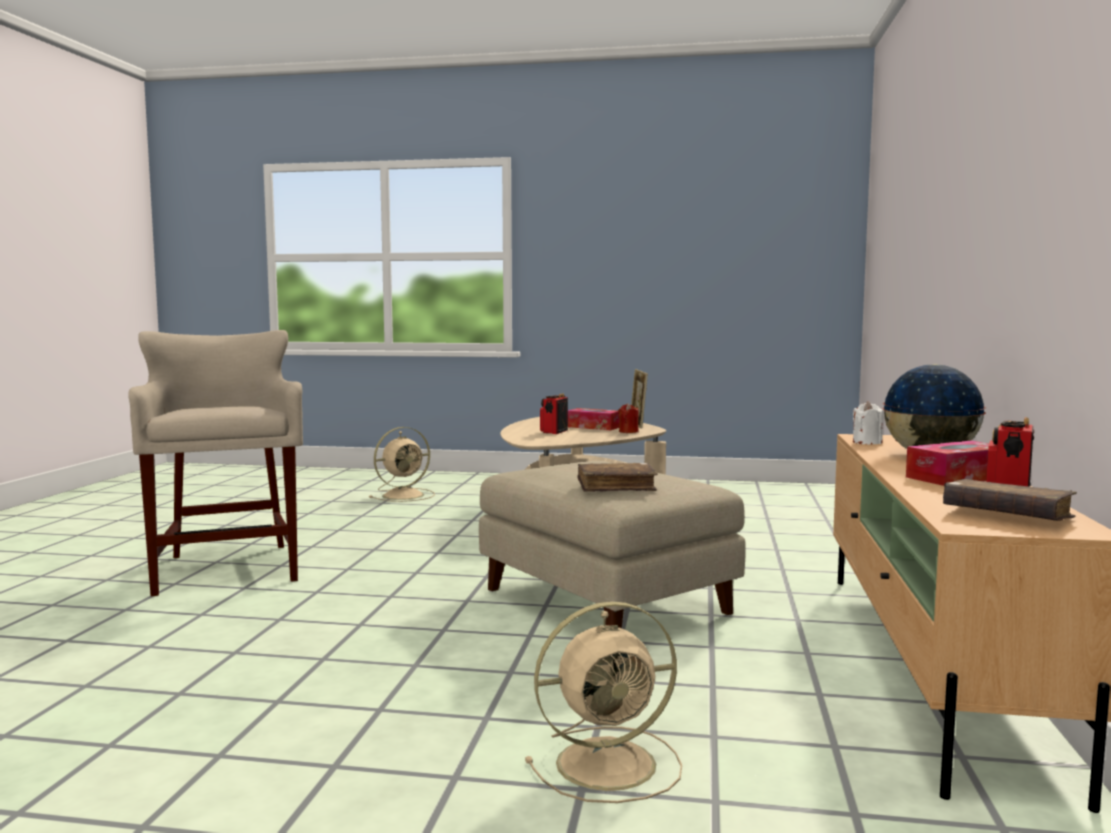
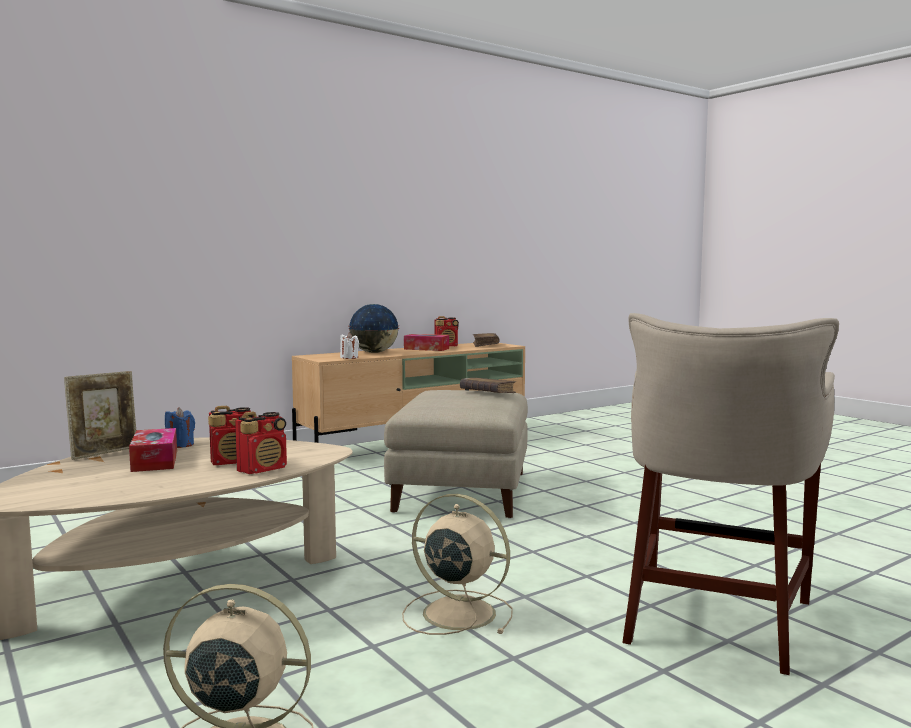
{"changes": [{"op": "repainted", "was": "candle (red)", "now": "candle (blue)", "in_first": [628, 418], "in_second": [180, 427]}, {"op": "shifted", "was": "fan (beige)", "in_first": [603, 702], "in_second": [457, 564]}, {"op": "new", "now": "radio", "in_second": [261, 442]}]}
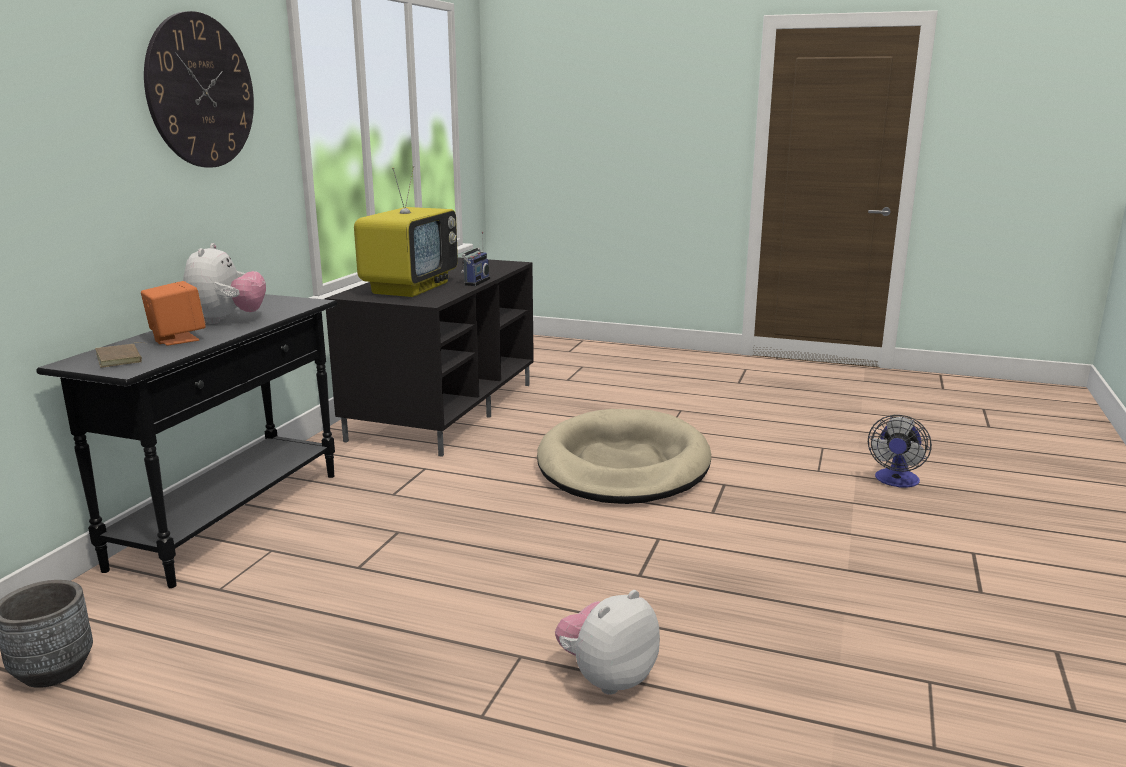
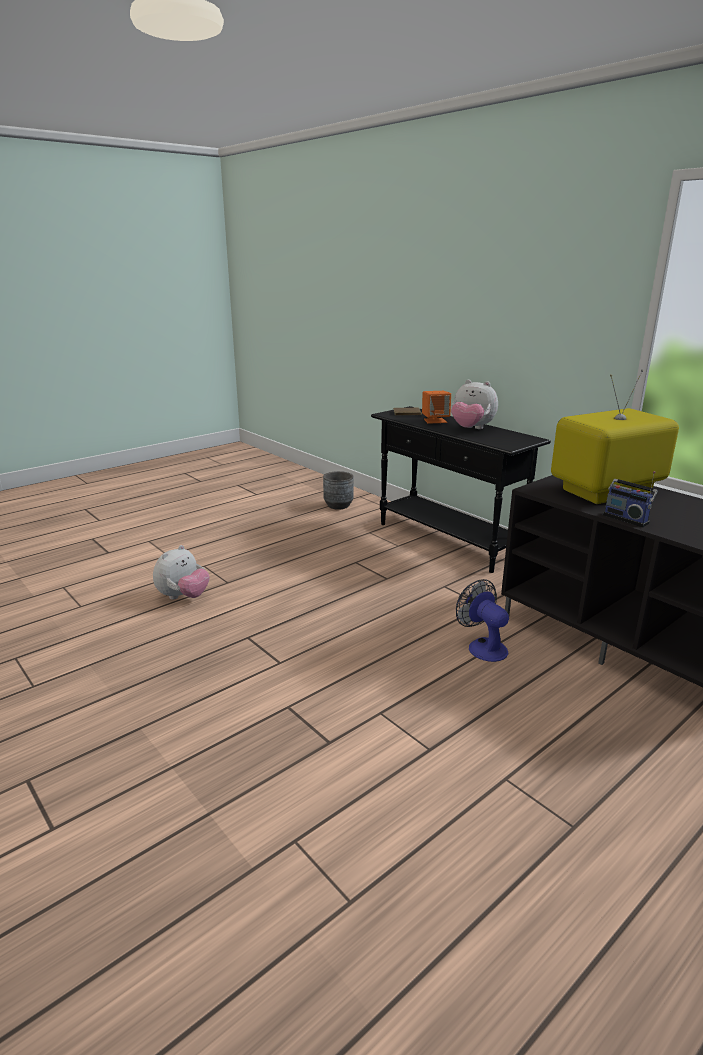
{"changes": [{"op": "gone", "was": "wall clock", "in_first": [199, 89]}, {"op": "rotated", "was": "television", "in_first": [406, 231], "in_second": [615, 437], "clockwise": 105}, {"op": "gone", "was": "dog bed (beige)", "in_first": [624, 456]}, {"op": "shifted", "was": "fan", "in_first": [900, 451], "in_second": [482, 620]}, {"op": "rotated", "was": "plush toy", "in_first": [607, 642], "in_second": [181, 572], "clockwise": 45}]}
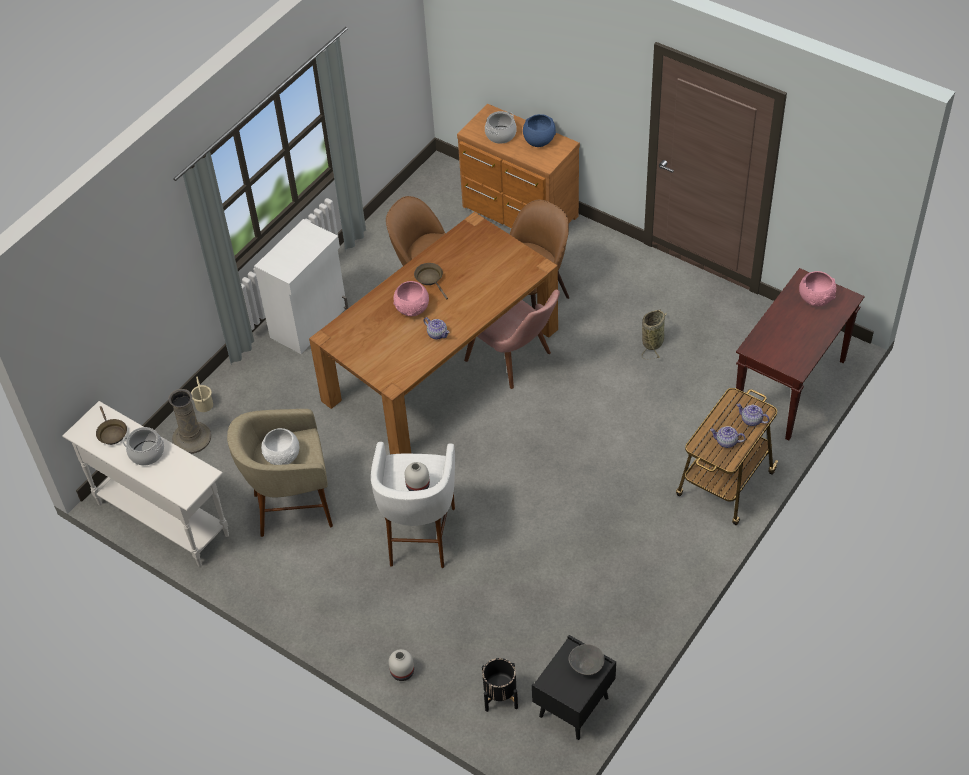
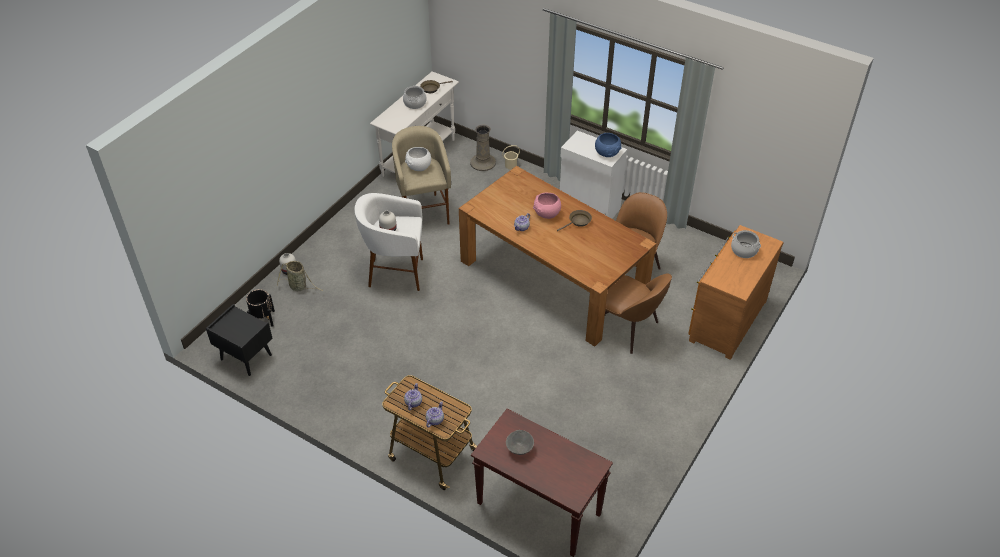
{"changes": [{"op": "shifted", "was": "bowl (blue)", "in_first": [539, 130], "in_second": [608, 145]}, {"op": "gone", "was": "bowl (pink)", "in_first": [817, 288]}, {"op": "gone", "was": "chair (pink)", "in_first": [512, 339]}, {"op": "shifted", "was": "basket", "in_first": [654, 334], "in_second": [300, 276]}, {"op": "shifted", "was": "bowl (grey)", "in_first": [587, 659], "in_second": [520, 442]}]}
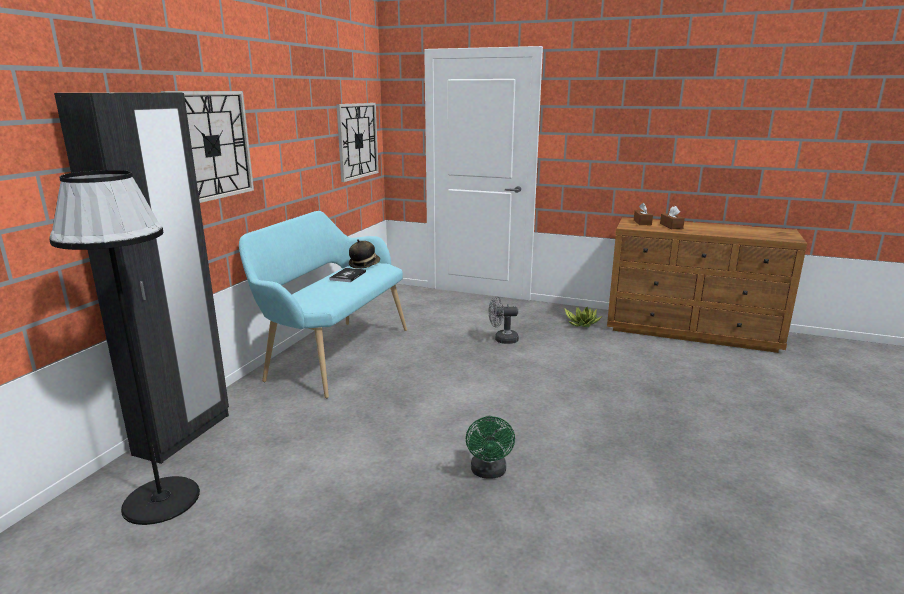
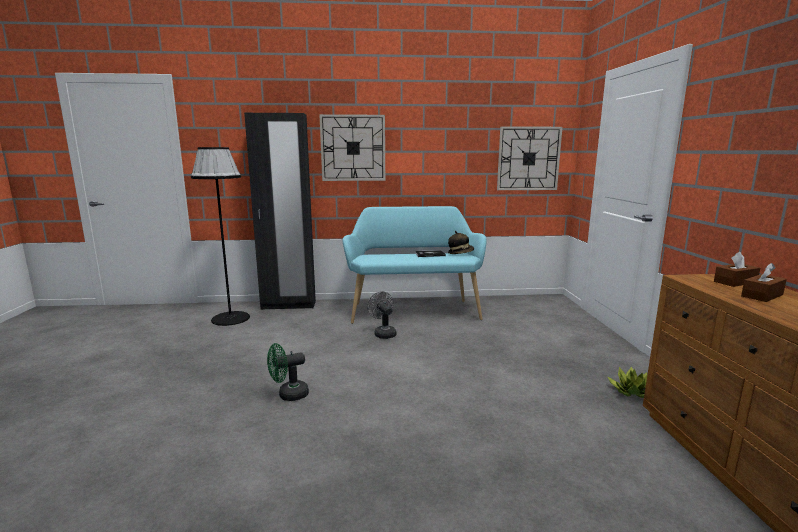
{"changes": [{"op": "shifted", "was": "fan (grey)", "in_first": [503, 320], "in_second": [381, 315]}]}
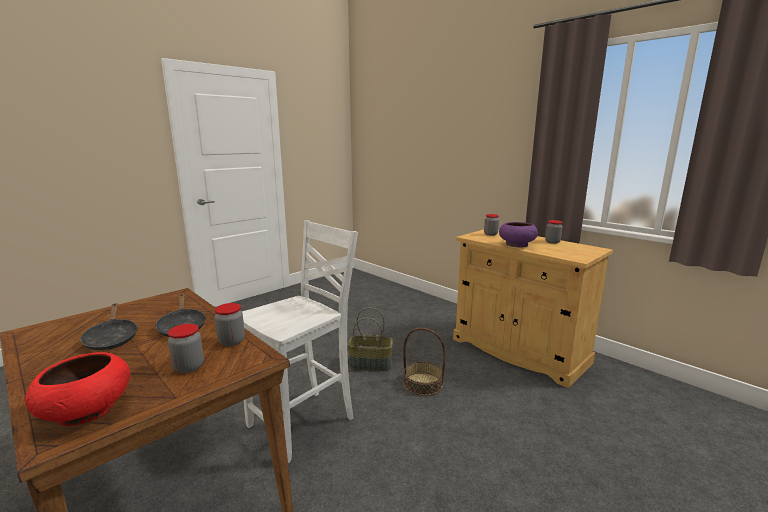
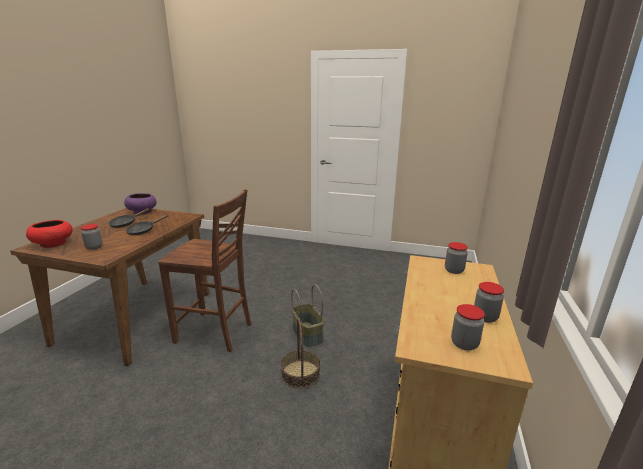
{"changes": [{"op": "repainted", "was": "chair (white)", "now": "chair (brown)", "in_first": [300, 341], "in_second": [204, 270]}, {"op": "shifted", "was": "bowl (purple)", "in_first": [518, 235], "in_second": [140, 203]}, {"op": "shifted", "was": "jar", "in_first": [230, 324], "in_second": [468, 327]}]}
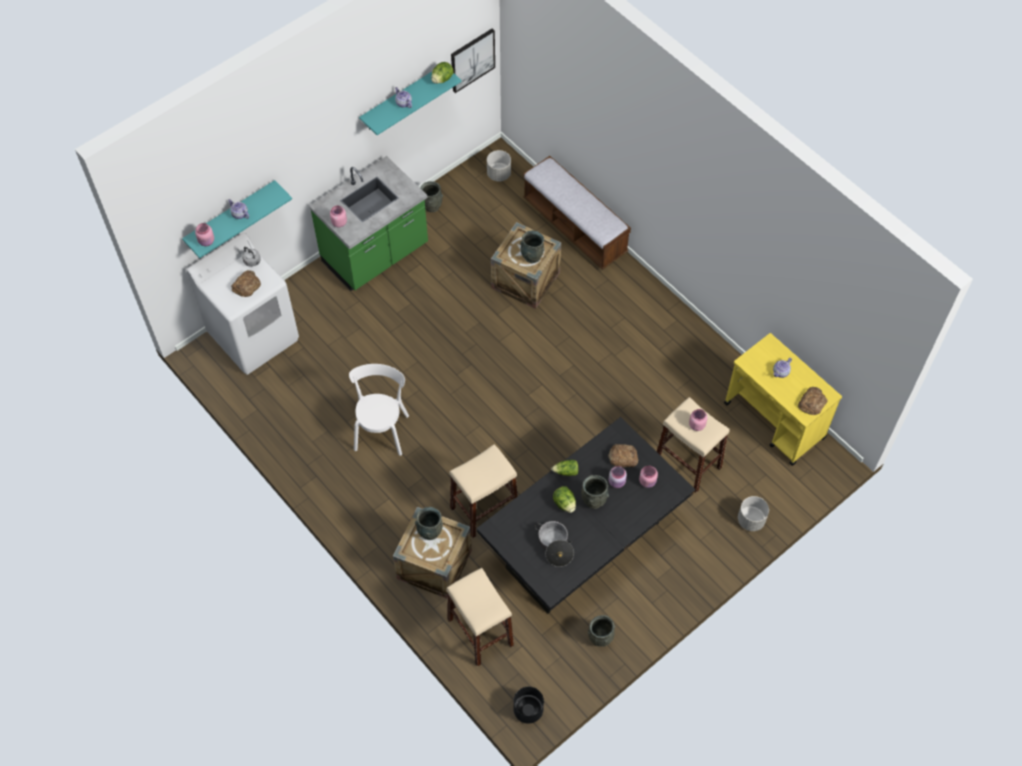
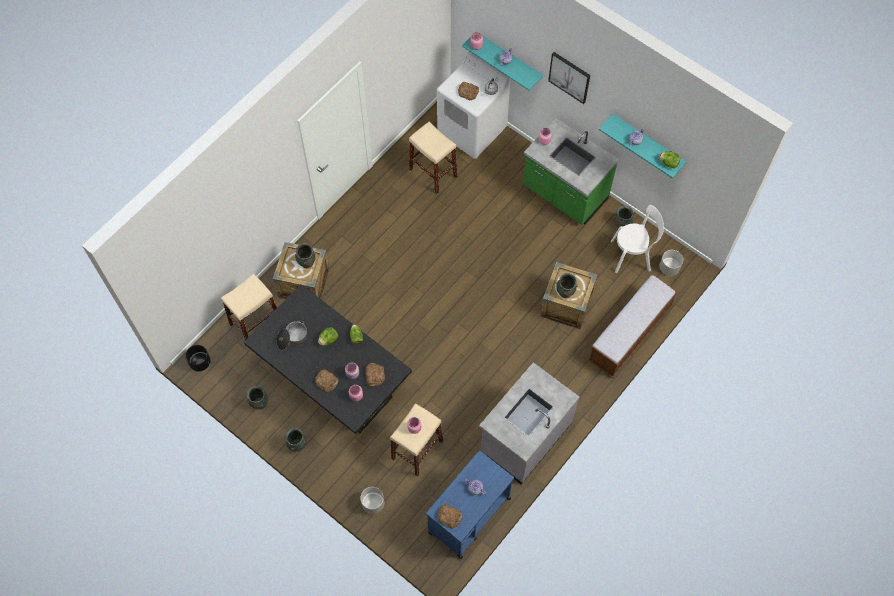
{"changes": [{"op": "shifted", "was": "picture", "in_first": [473, 61], "in_second": [569, 78]}, {"op": "repainted", "was": "cart (yellow)", "now": "cart (blue)", "in_first": [783, 399], "in_second": [470, 504]}, {"op": "shifted", "was": "chair (white)", "in_first": [379, 410], "in_second": [637, 239]}, {"op": "shifted", "was": "stool (beige)", "in_first": [483, 491], "in_second": [433, 158]}, {"op": "shifted", "was": "vase (grey)", "in_first": [595, 492], "in_second": [295, 440]}, {"op": "new", "now": "counter (grey)", "in_second": [529, 423]}, {"op": "new", "now": "bread", "in_second": [327, 381]}]}
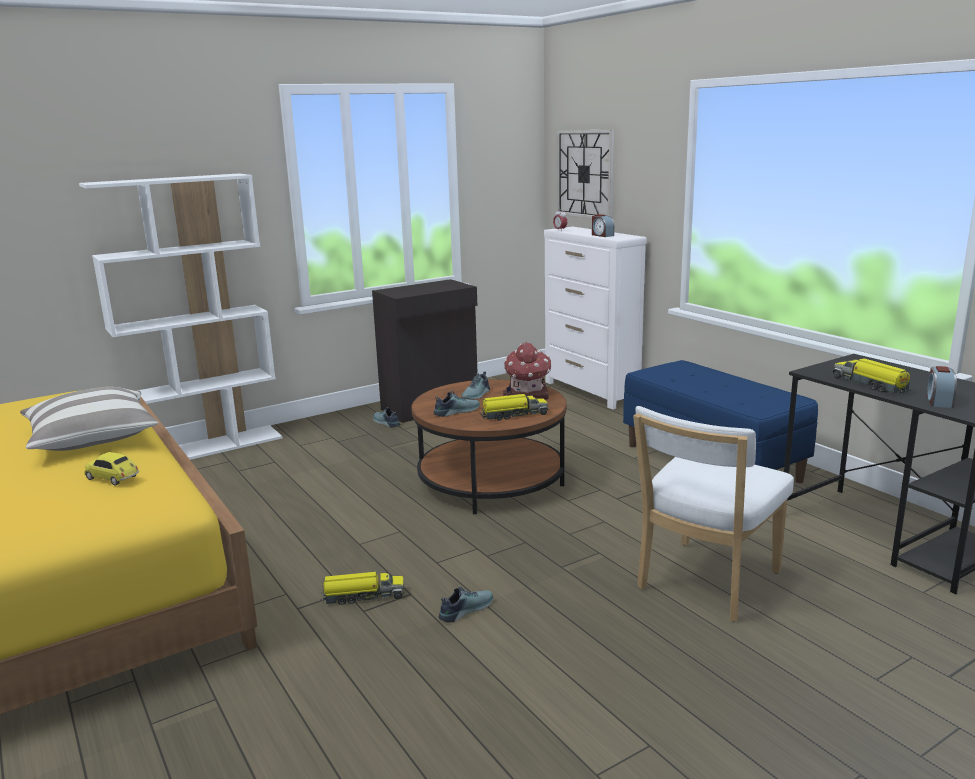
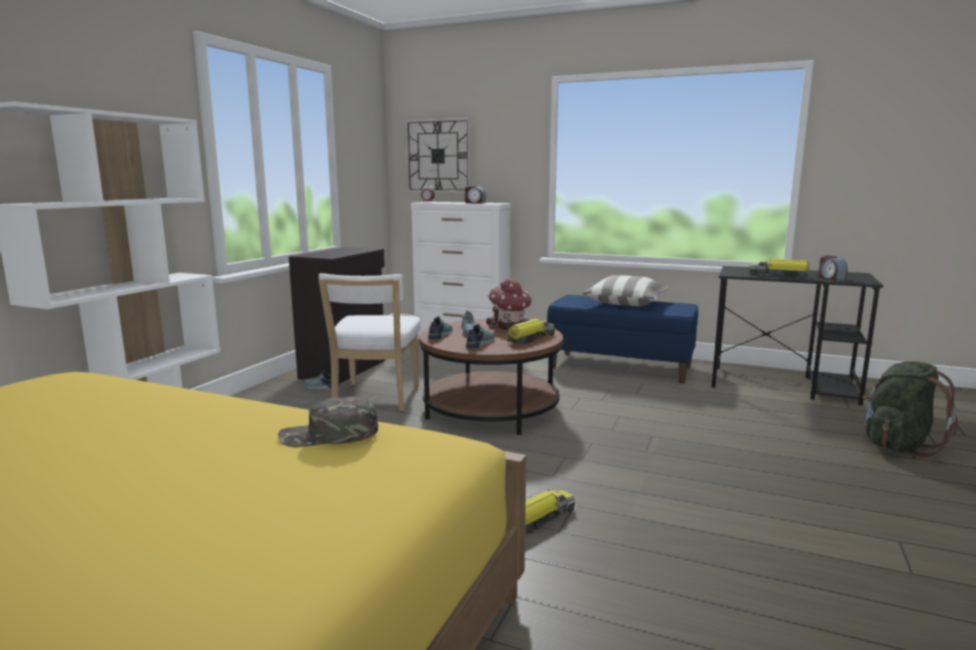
{"changes": [{"op": "shifted", "was": "pillow", "in_first": [89, 419], "in_second": [625, 290]}, {"op": "shifted", "was": "chair (white)", "in_first": [713, 514], "in_second": [369, 342]}, {"op": "swapped", "was": "toy car", "now": "cap (green)", "in_first": [111, 469], "in_second": [328, 421]}, {"op": "shifted", "was": "shoe", "in_first": [466, 604], "in_second": [440, 327]}, {"op": "new", "now": "backpack (green)", "in_second": [910, 409]}]}
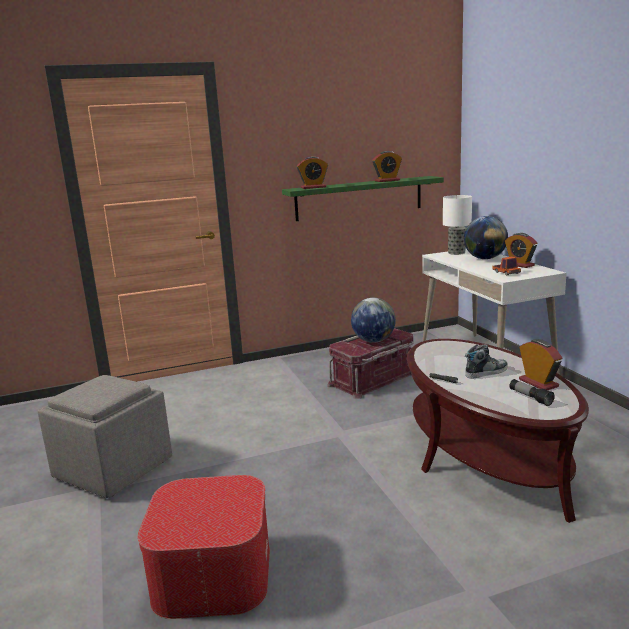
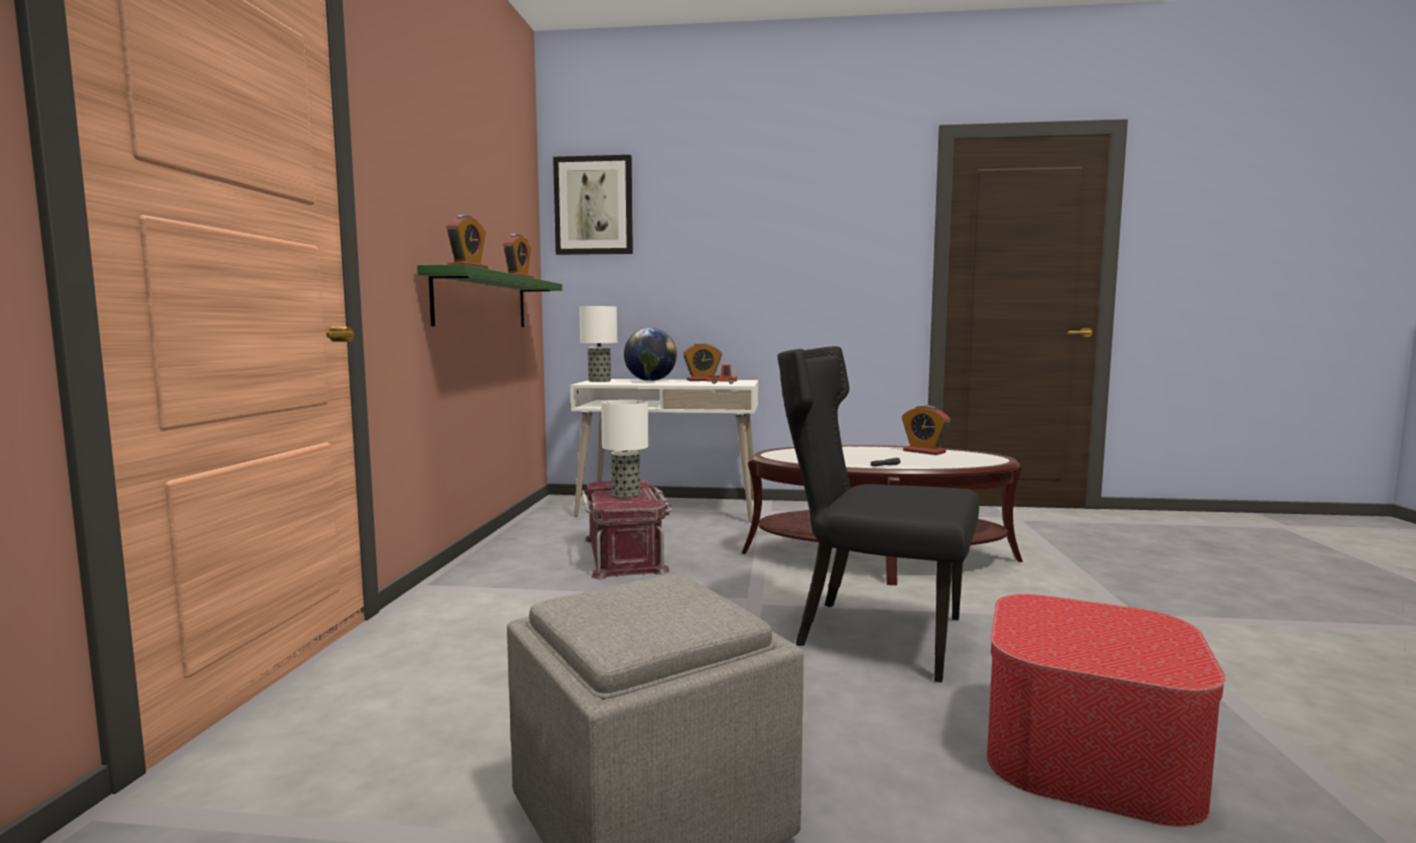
{"changes": [{"op": "swapped", "was": "globe", "now": "table lamp", "in_first": [373, 320], "in_second": [624, 448]}, {"op": "rotated", "was": "alarm clock", "in_first": [540, 364], "in_second": [926, 430], "clockwise": -135}, {"op": "gone", "was": "shoe", "in_first": [486, 361]}, {"op": "gone", "was": "flashlight", "in_first": [532, 392]}, {"op": "new", "now": "picture", "in_second": [593, 205]}, {"op": "new", "now": "chair (black)", "in_second": [878, 514]}]}
